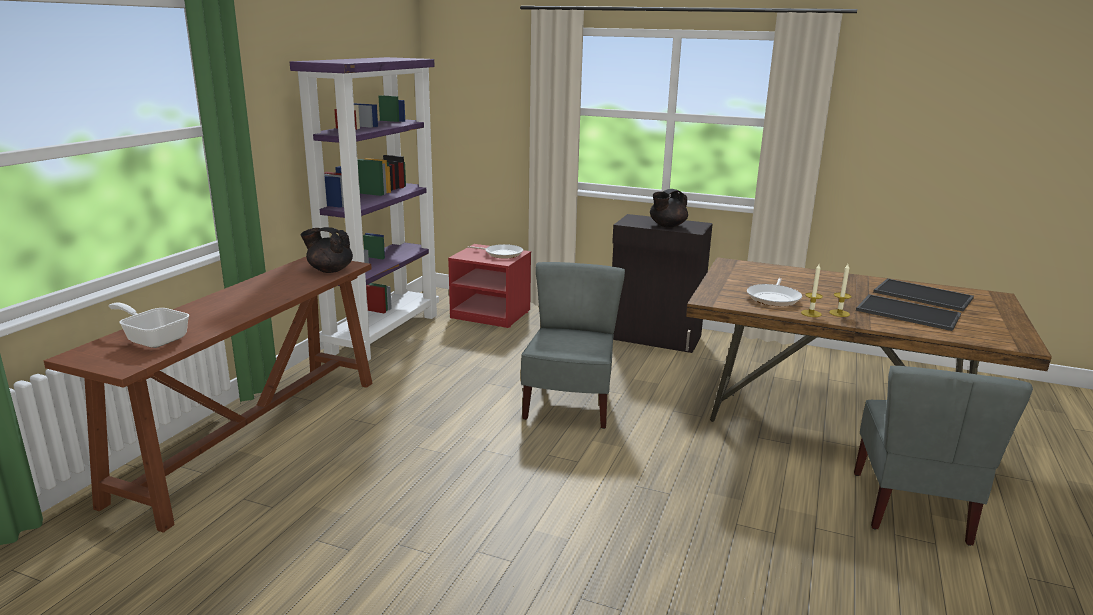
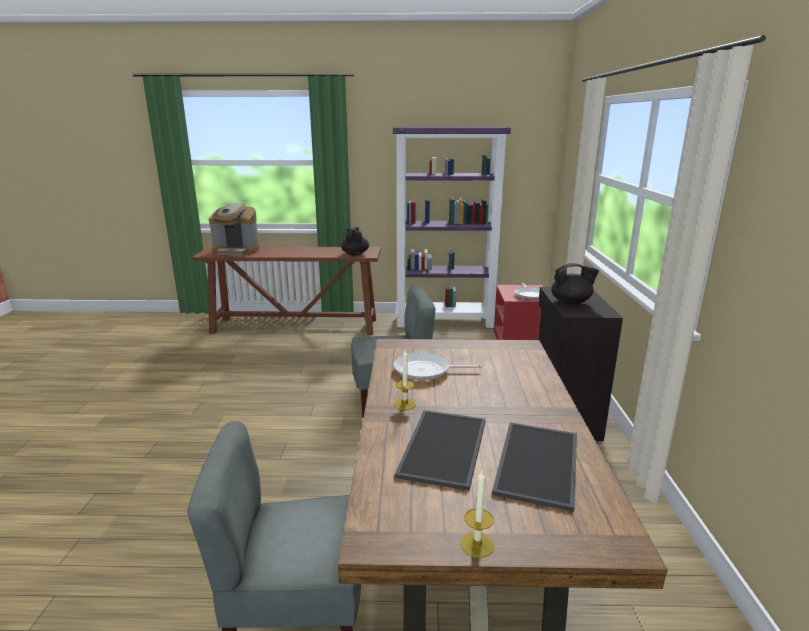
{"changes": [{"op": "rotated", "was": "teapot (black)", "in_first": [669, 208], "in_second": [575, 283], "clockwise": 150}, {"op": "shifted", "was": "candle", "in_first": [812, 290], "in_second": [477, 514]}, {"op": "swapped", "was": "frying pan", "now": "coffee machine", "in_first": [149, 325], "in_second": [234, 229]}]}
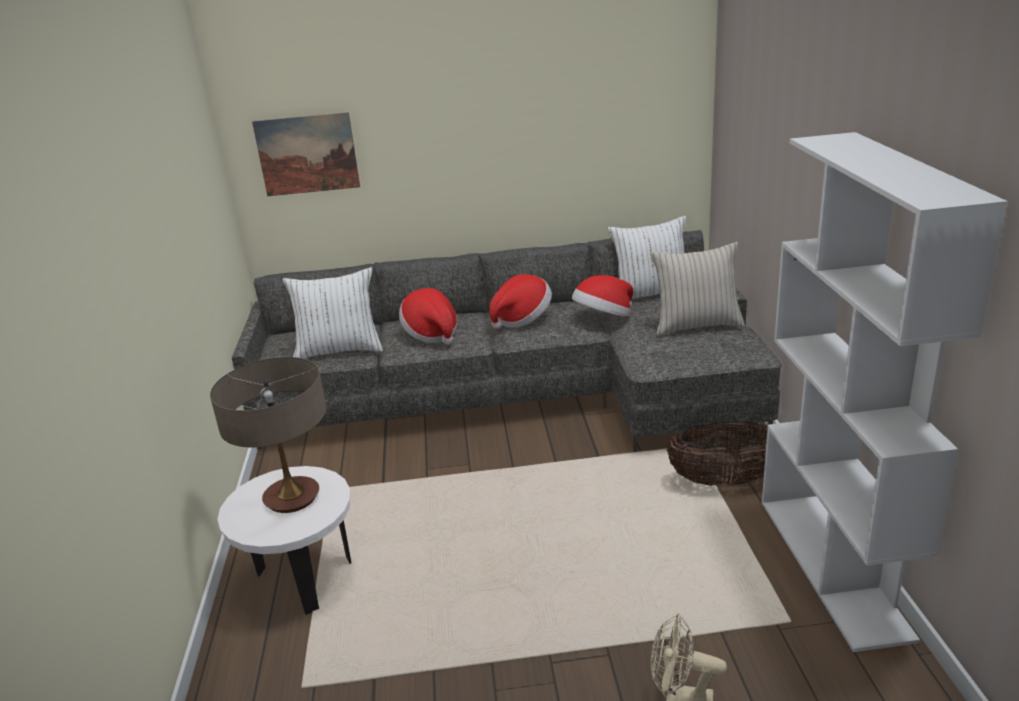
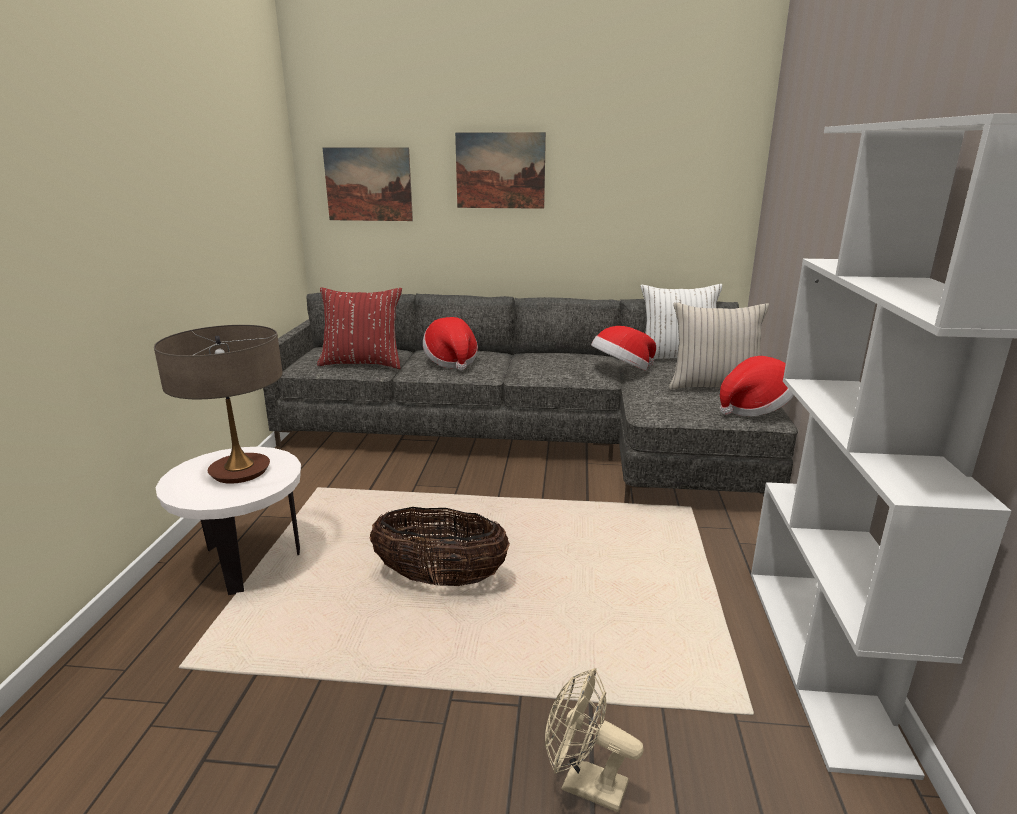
{"changes": [{"op": "repainted", "was": "pillow (white)", "now": "pillow (red)", "in_first": [333, 313], "in_second": [359, 328]}, {"op": "shifted", "was": "hat", "in_first": [520, 301], "in_second": [757, 386]}, {"op": "shifted", "was": "basket", "in_first": [717, 454], "in_second": [439, 546]}, {"op": "new", "now": "picture", "in_second": [500, 170]}]}
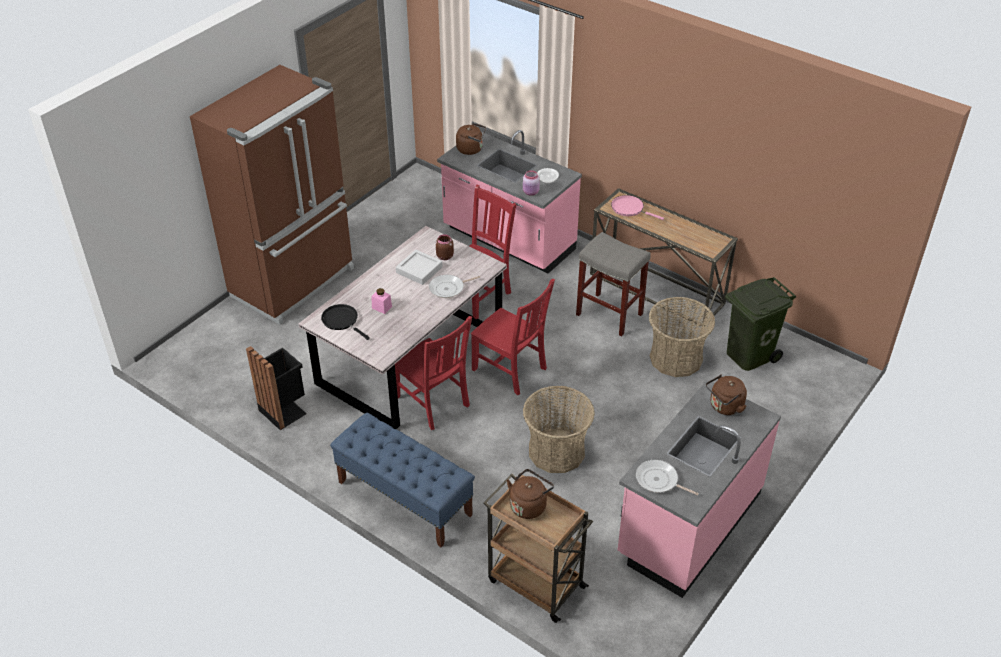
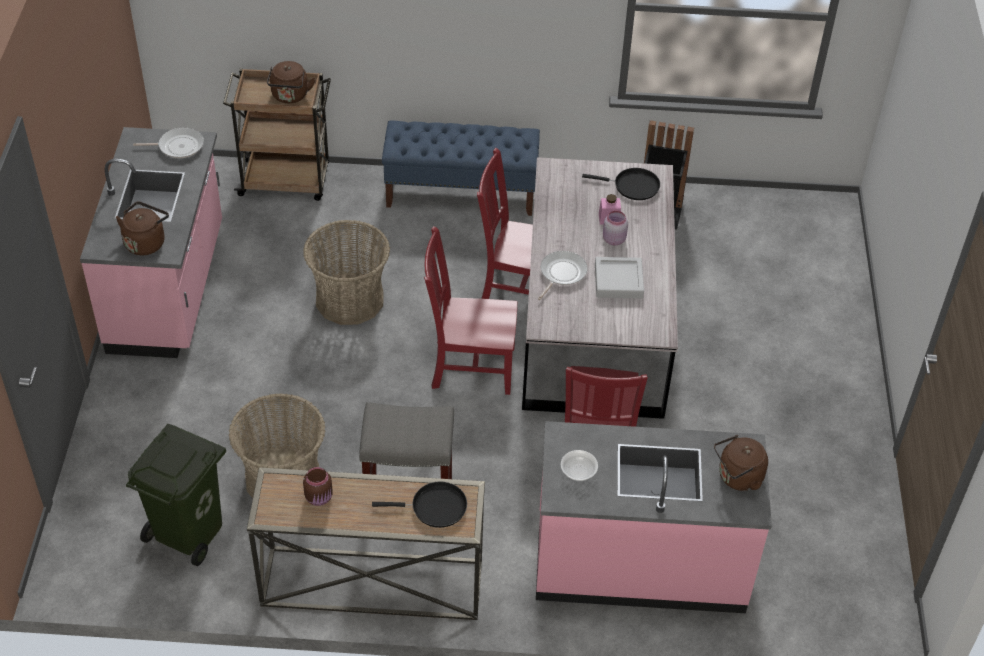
{"changes": [{"op": "gone", "was": "fridge (brown)", "in_first": [272, 195]}, {"op": "shifted", "was": "jar (pink)", "in_first": [531, 183], "in_second": [615, 228]}, {"op": "repainted", "was": "frying pan (pink)", "now": "frying pan (black)", "in_first": [637, 207], "in_second": [419, 504]}, {"op": "shifted", "was": "jar (brown)", "in_first": [445, 247], "in_second": [318, 486]}]}
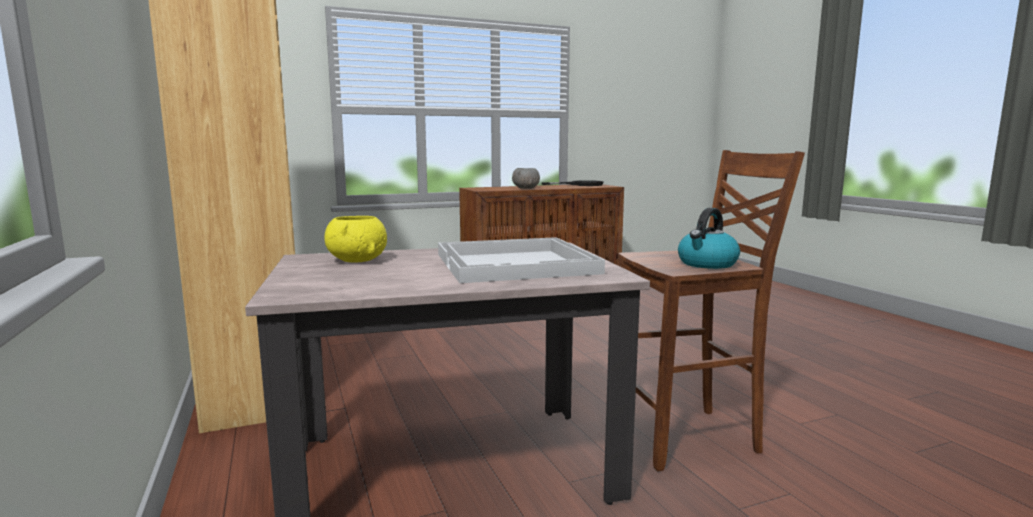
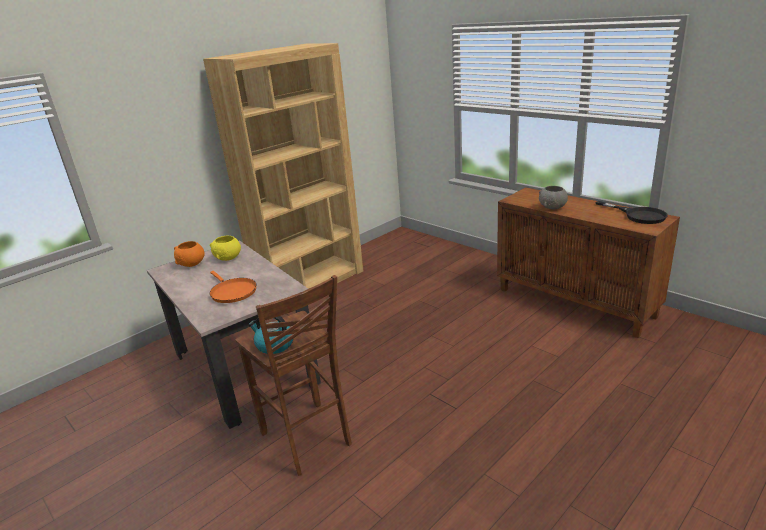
{"changes": [{"op": "swapped", "was": "tray (white)", "now": "frying pan (orange)", "in_first": [521, 260], "in_second": [233, 287]}, {"op": "new", "now": "bowl (orange)", "in_second": [189, 254]}]}
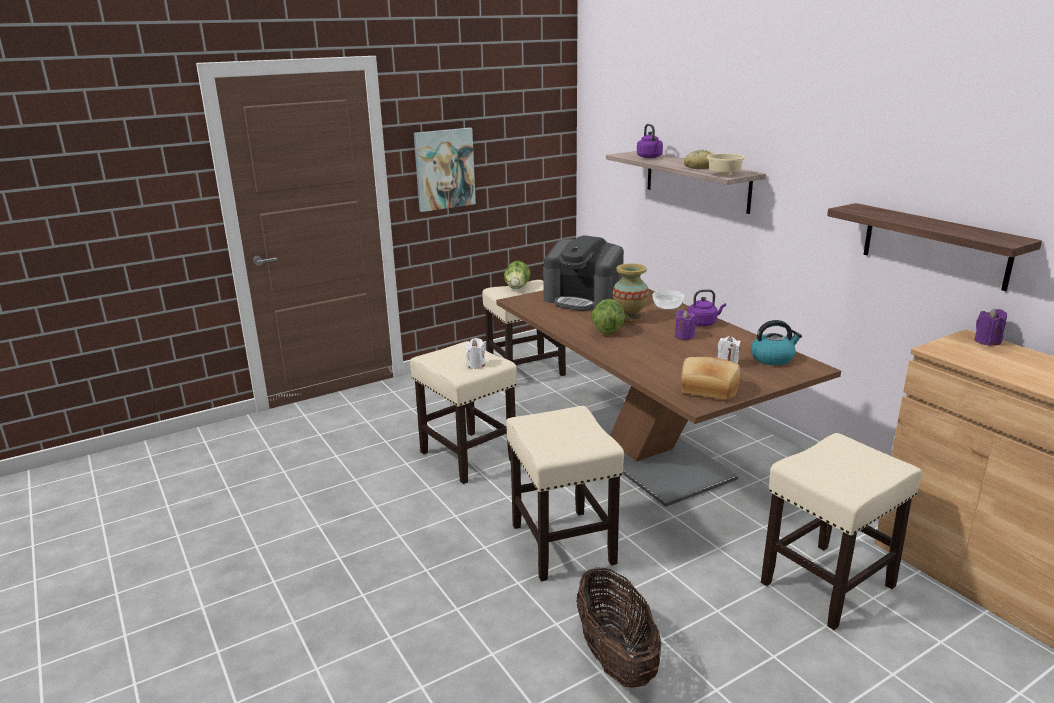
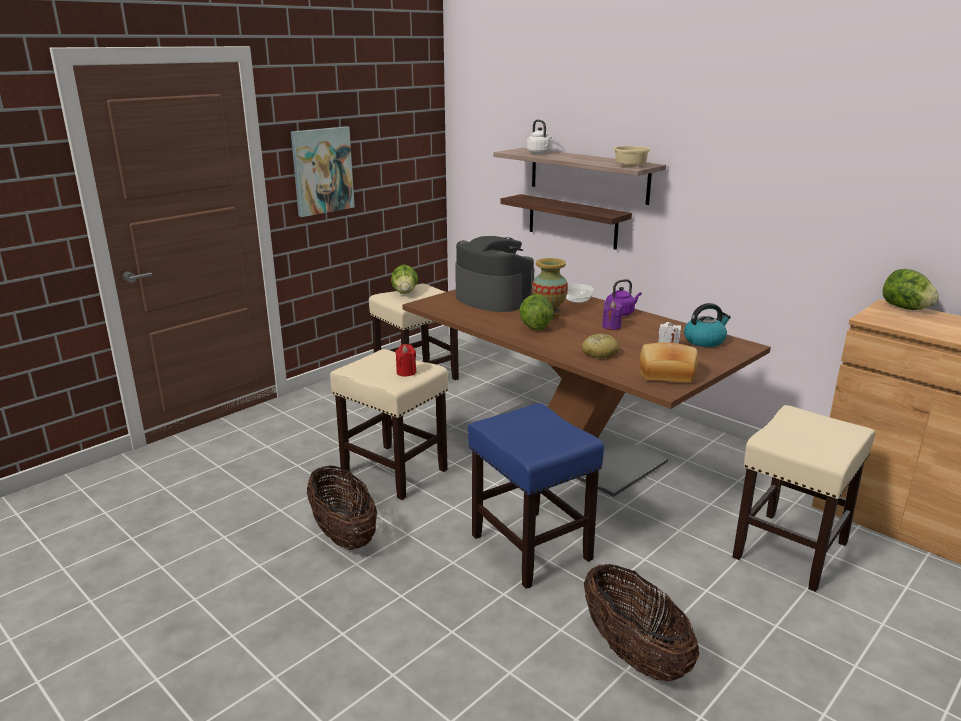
{"changes": [{"op": "repainted", "was": "kettle (purple)", "now": "kettle (white)", "in_first": [650, 141], "in_second": [540, 137]}, {"op": "shifted", "was": "bread", "in_first": [698, 159], "in_second": [600, 346]}, {"op": "shifted", "was": "shelf", "in_first": [934, 247], "in_second": [566, 222]}, {"op": "rotated", "was": "coffee machine", "in_first": [583, 273], "in_second": [494, 274], "clockwise": -150}, {"op": "swapped", "was": "candle (purple)", "now": "lettuce", "in_first": [990, 327], "in_second": [910, 289]}, {"op": "repainted", "was": "candle (white)", "now": "candle (red)", "in_first": [475, 353], "in_second": [405, 360]}, {"op": "repainted", "was": "stool (beige)", "now": "stool (blue)", "in_first": [565, 493], "in_second": [536, 496]}, {"op": "new", "now": "basket", "in_second": [342, 507]}]}
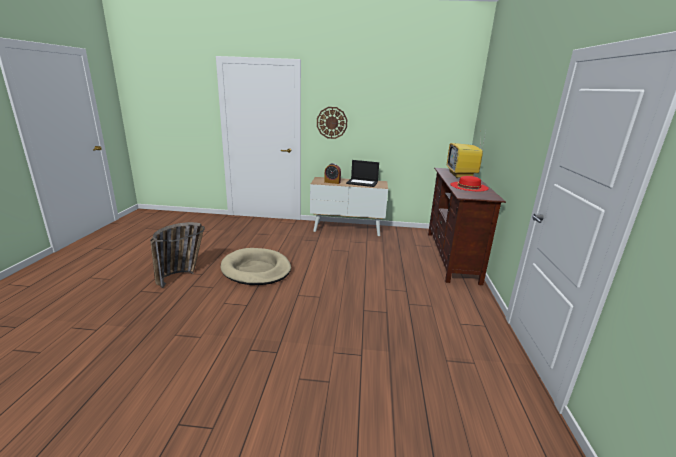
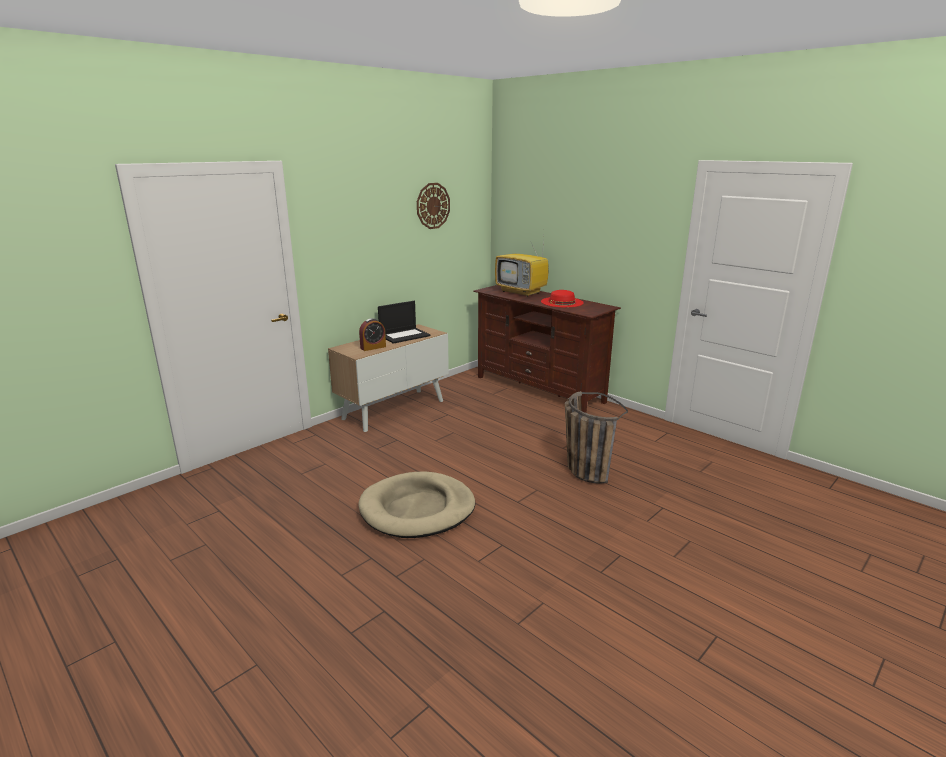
{"changes": [{"op": "shifted", "was": "wall clock", "in_first": [332, 123], "in_second": [433, 206]}, {"op": "shifted", "was": "basket", "in_first": [177, 255], "in_second": [596, 437]}]}
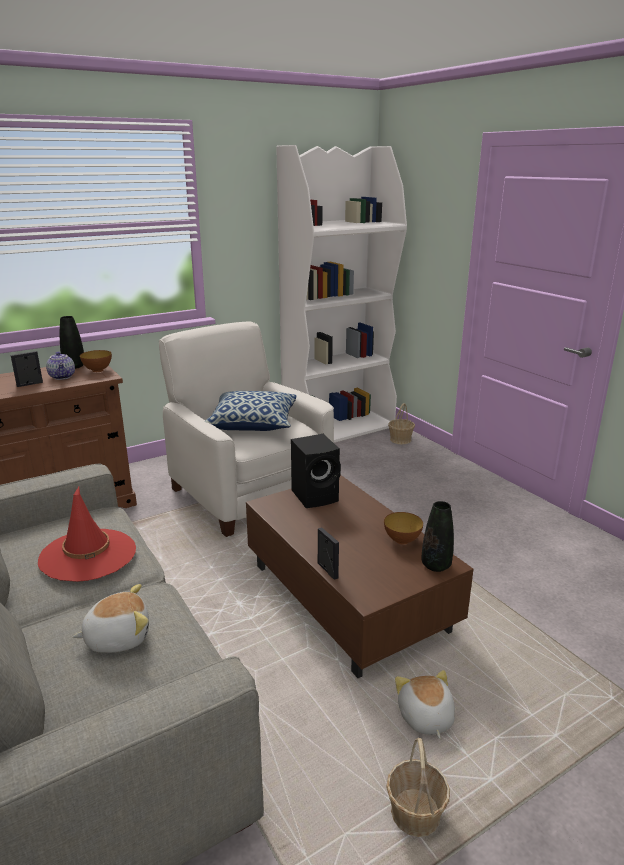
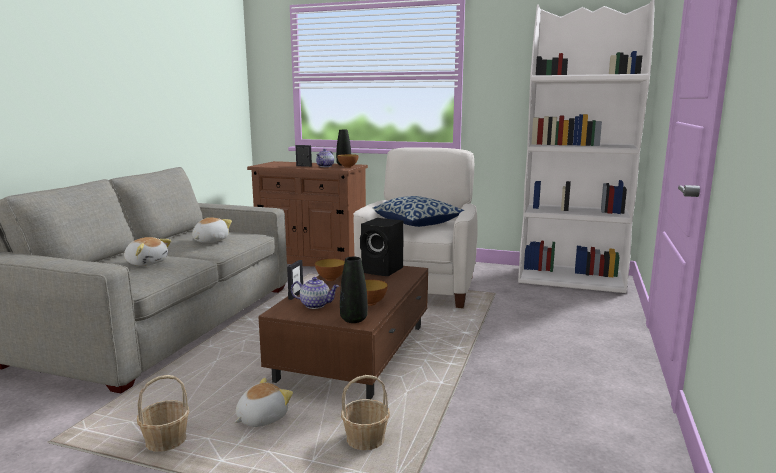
{"changes": [{"op": "shifted", "was": "basket", "in_first": [401, 423], "in_second": [365, 412]}, {"op": "swapped", "was": "hat (red)", "now": "plush toy", "in_first": [87, 534], "in_second": [212, 230]}, {"op": "new", "now": "bowl", "in_second": [330, 269]}, {"op": "new", "now": "teapot", "in_second": [315, 293]}]}
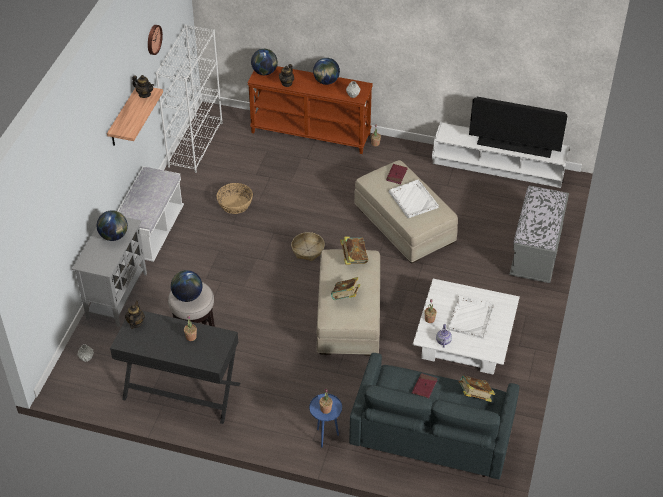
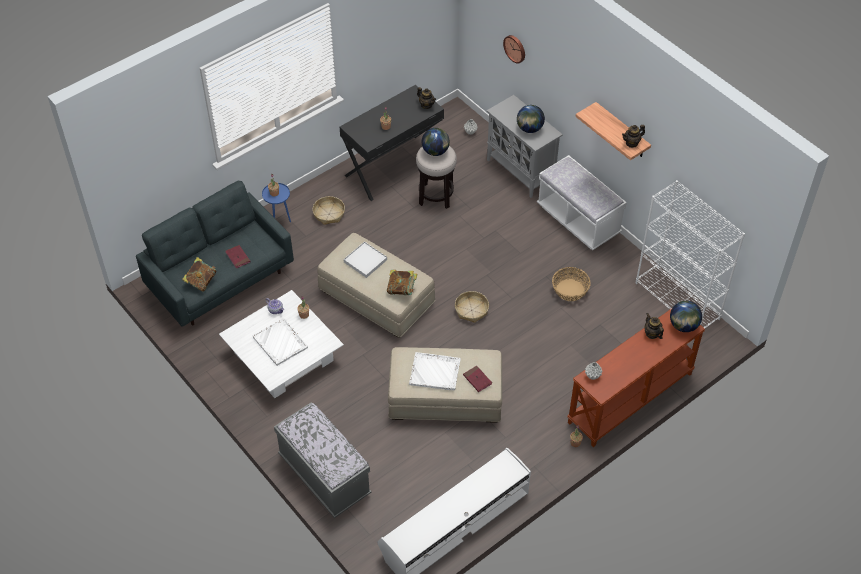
{"changes": [{"op": "shifted", "was": "wall clock", "in_first": [155, 40], "in_second": [514, 49]}, {"op": "gone", "was": "globe", "in_first": [326, 71]}, {"op": "gone", "was": "television", "in_first": [518, 127]}, {"op": "swapped", "was": "book", "now": "tray (white)", "in_first": [346, 288], "in_second": [365, 259]}, {"op": "new", "now": "basket", "in_second": [328, 210]}]}
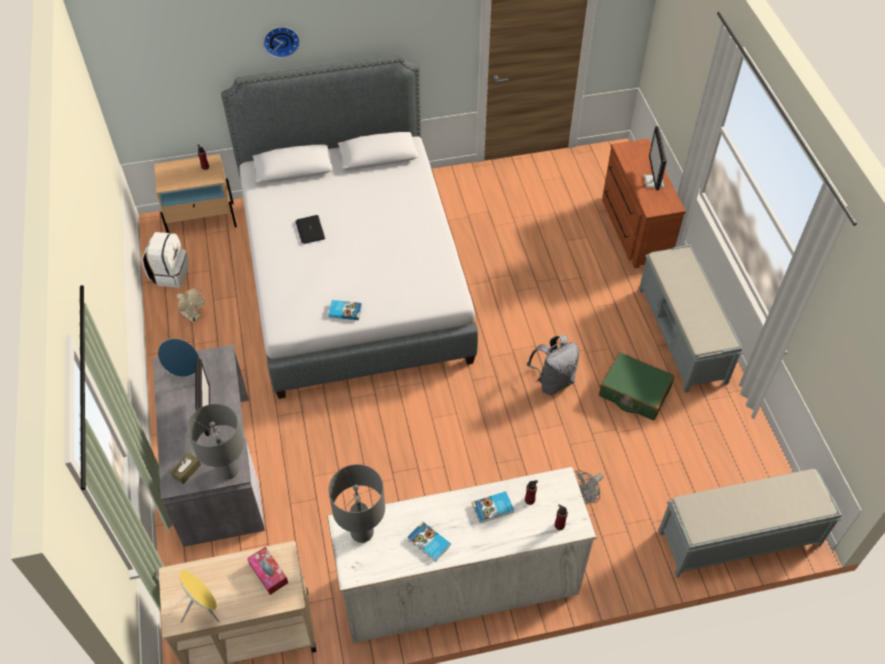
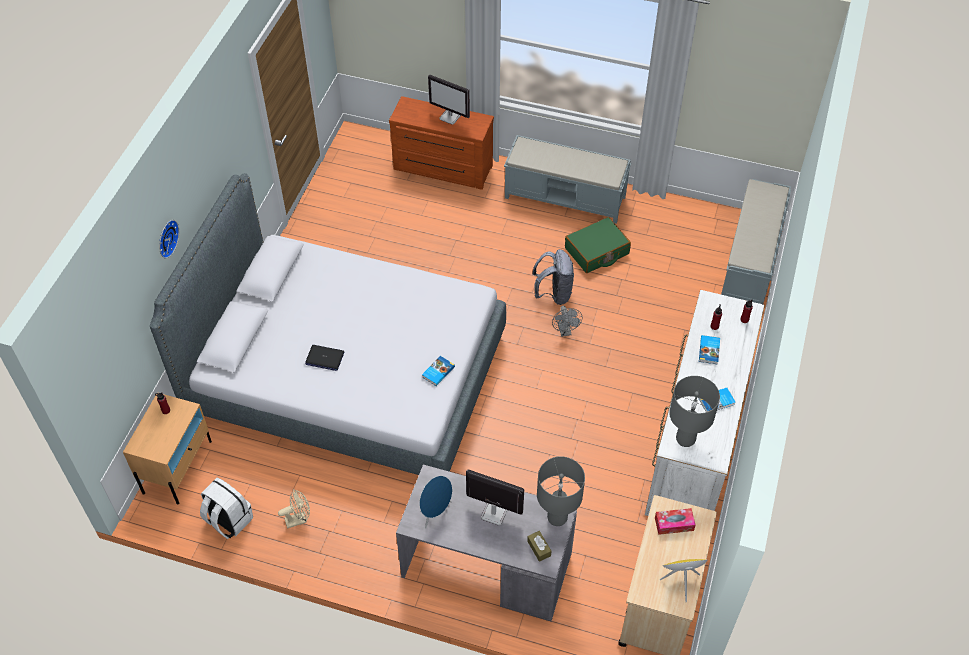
{"changes": [{"op": "shifted", "was": "fan (grey)", "in_first": [589, 487], "in_second": [567, 321]}]}
